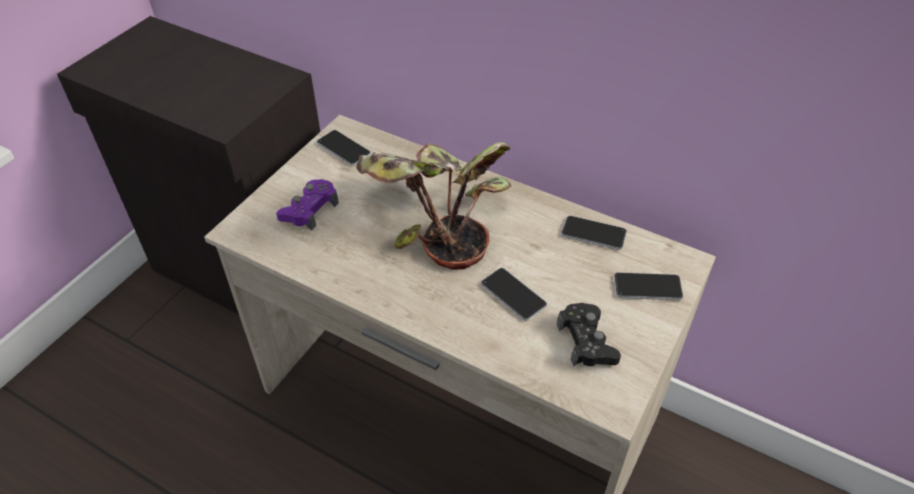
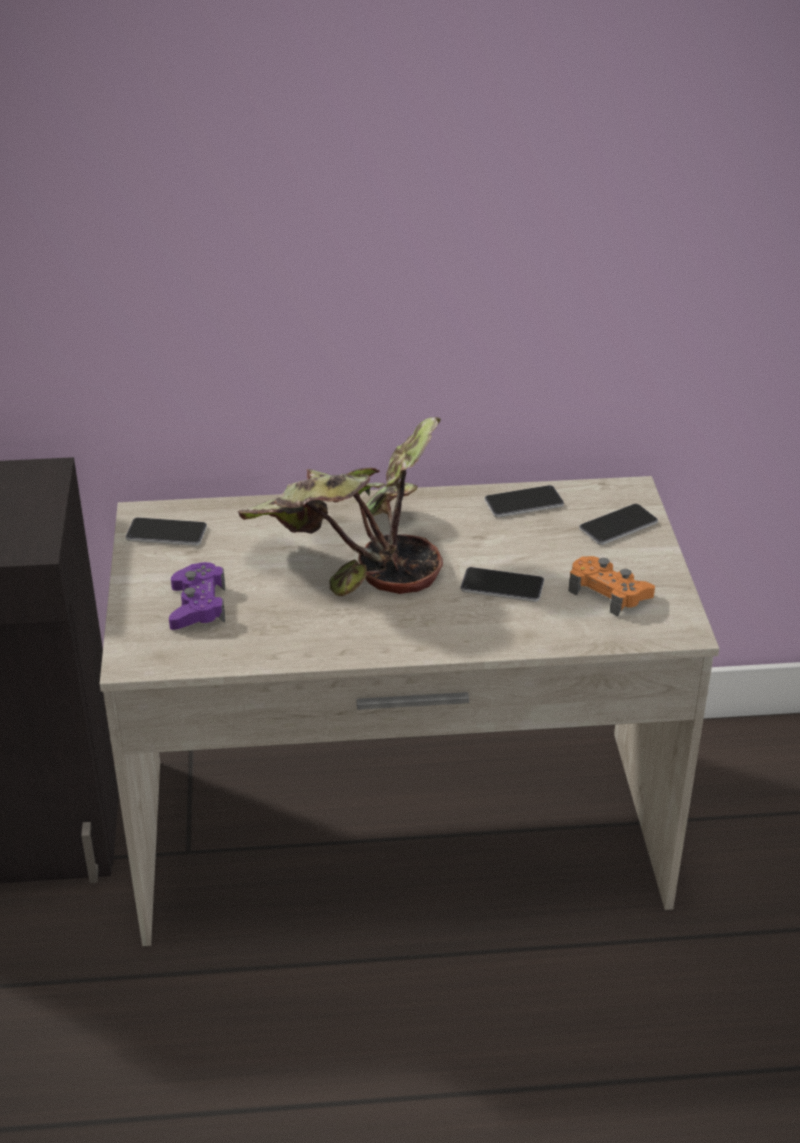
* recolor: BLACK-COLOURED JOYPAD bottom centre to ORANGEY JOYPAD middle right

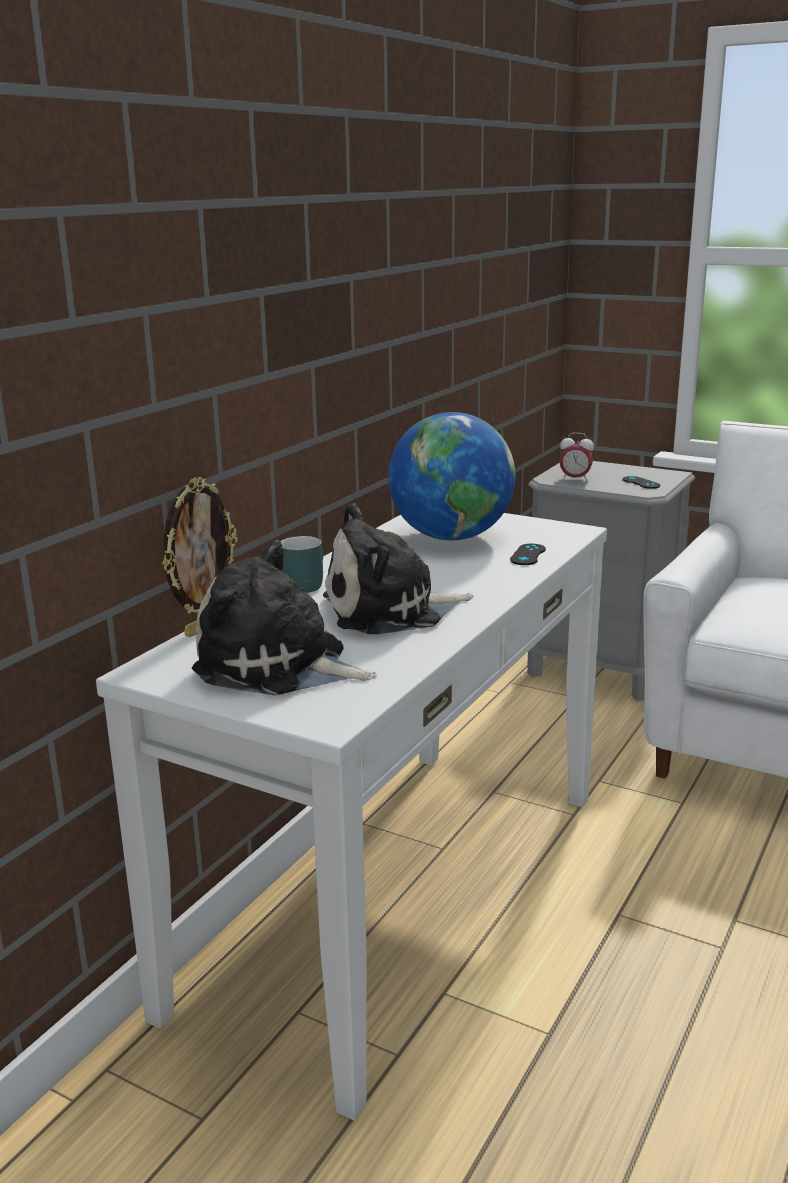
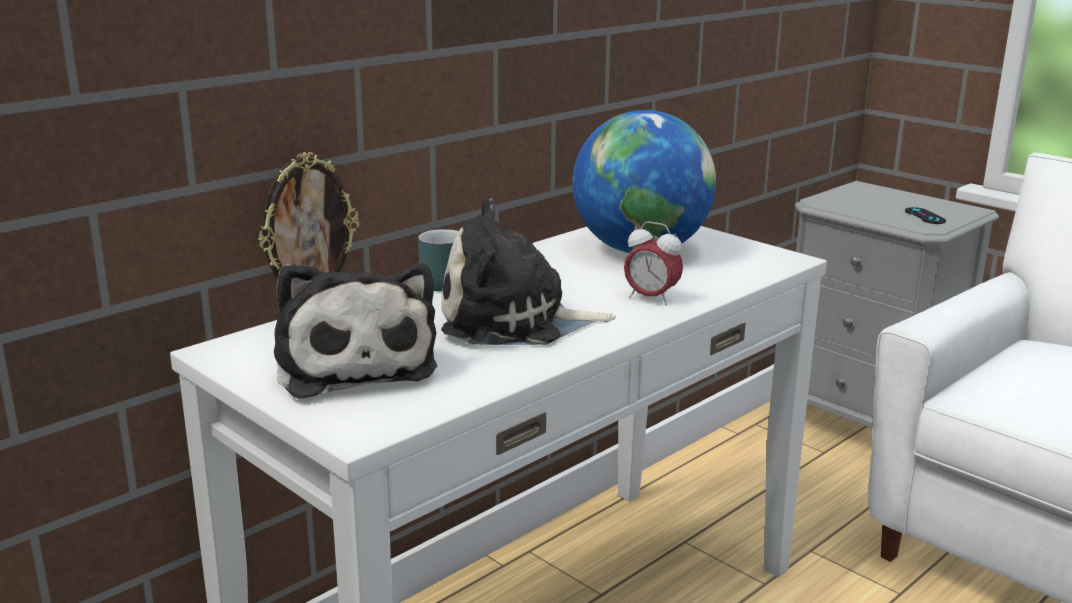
* move: TABLE CLOCK middle right to centre
* rotate: PLUSH TOY (1st from left) centre = middle left 150 degrees counterclockwise
* delete: BLACK-COLOURED JOYPAD (1st from left) middle right

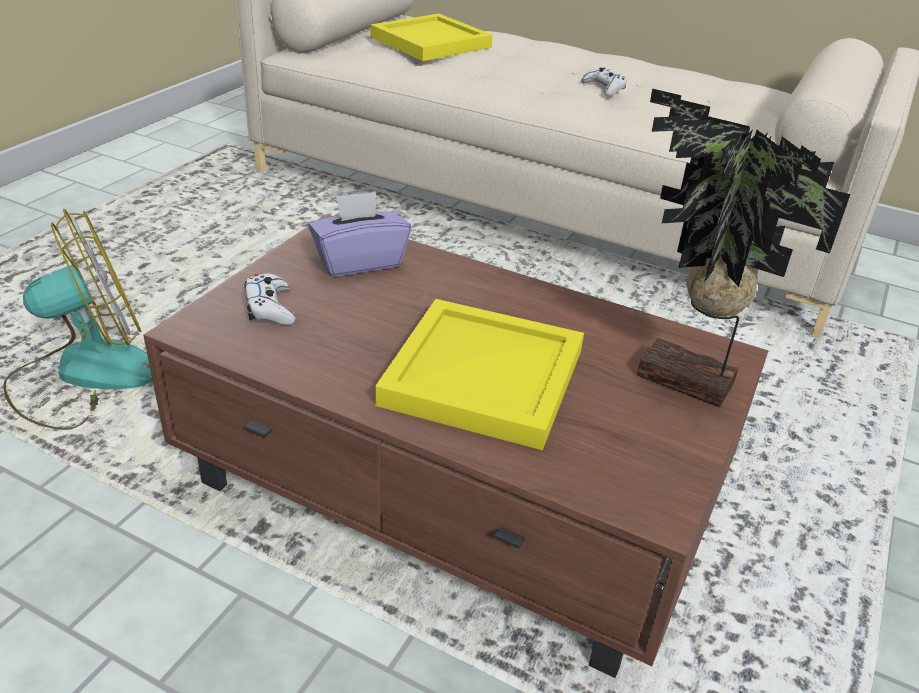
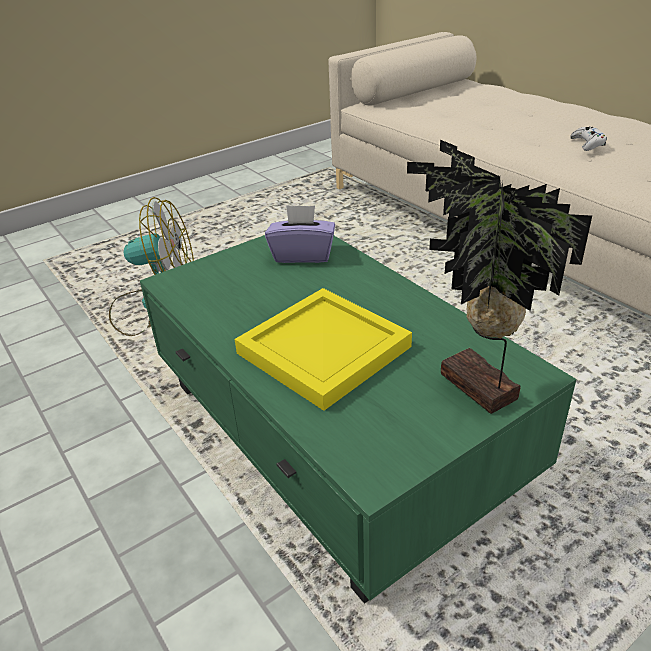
* delete: YELLOW TRAY (1st from left) top centre
* recolor: BROWNISH LOW TABLE centre to GREEN-COLOURED LOW TABLE centre
* delete: WHITISH JOYPAD (1st from left) middle left

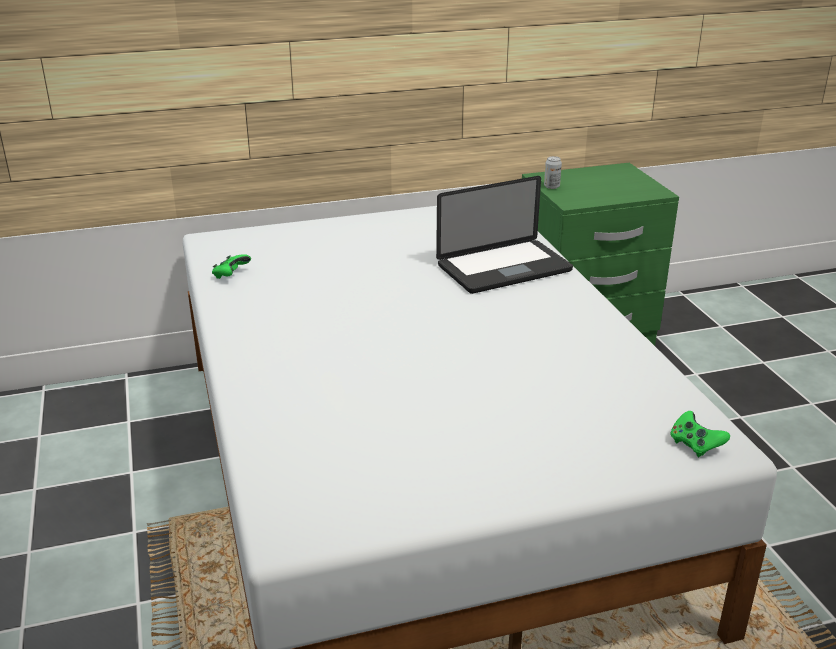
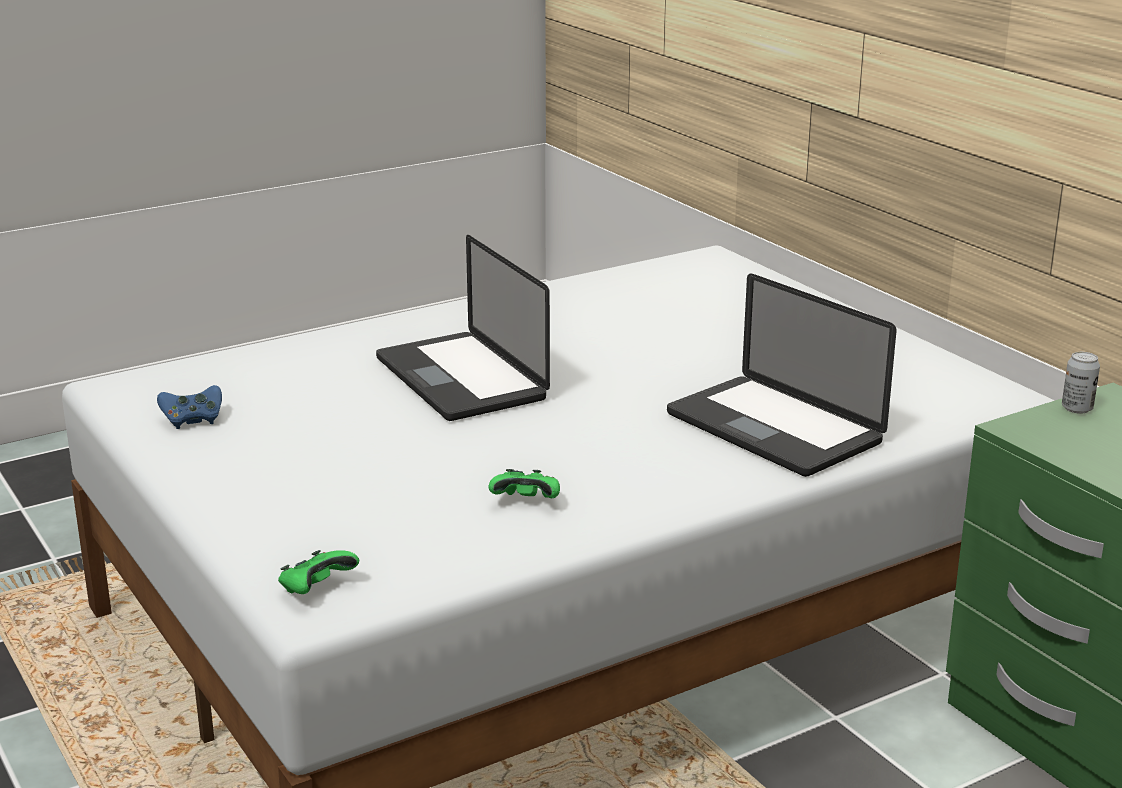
* move: GREEN-COLOURED JOYPAD (1st from left in the first image) middle left to GREEN-COLOURED JOYPAD (2nd from left) centre
* insert: NOTEBOOK COMPUTER (1st from left) centre
* insert: BLUE JOYPAD middle left

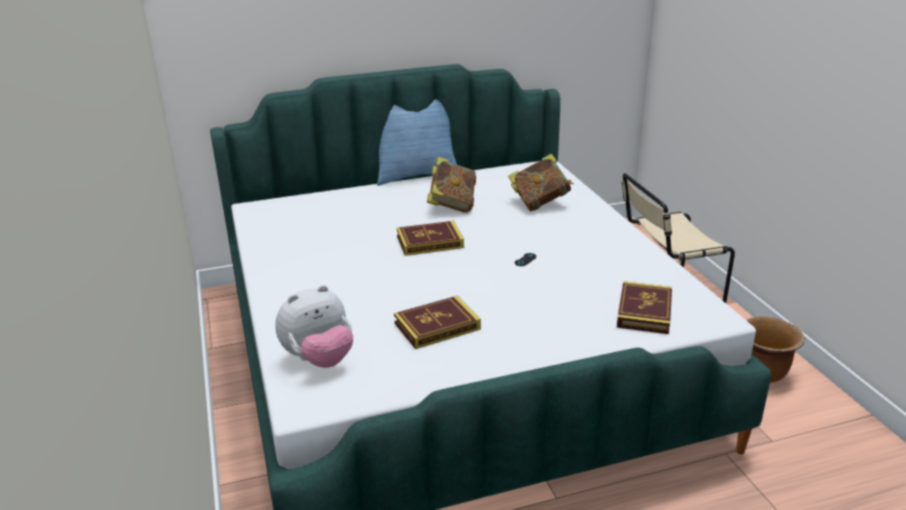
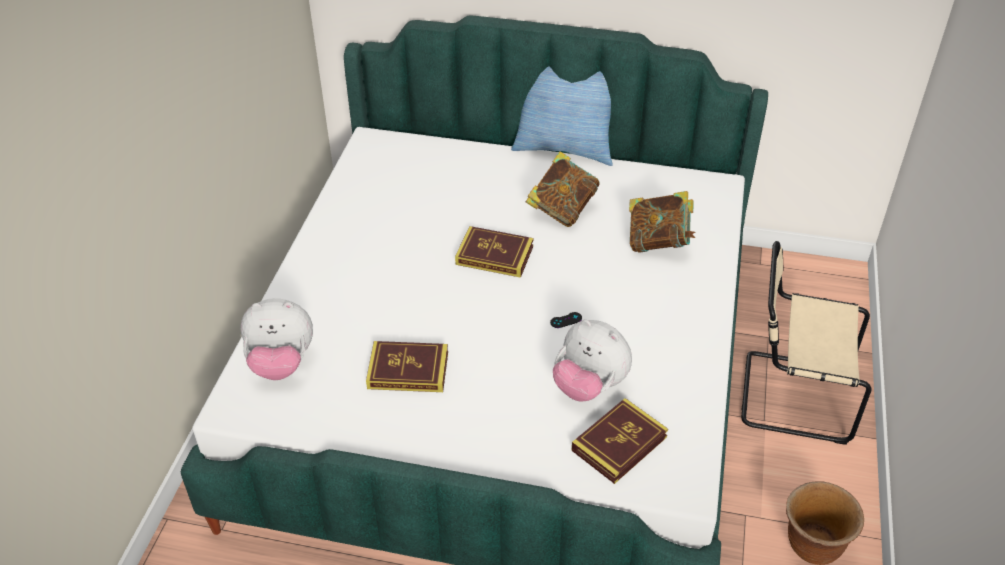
* insert: PLUSH TOY (2nd from left) centre

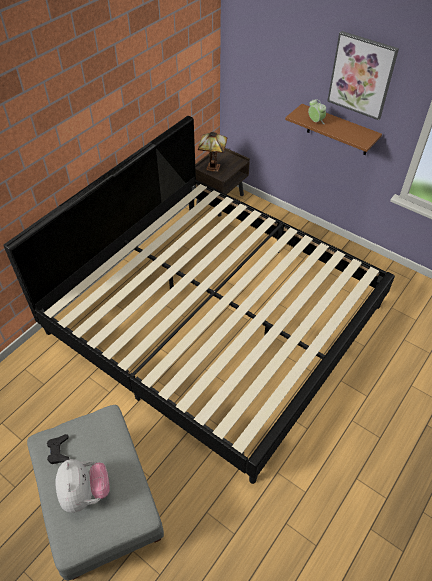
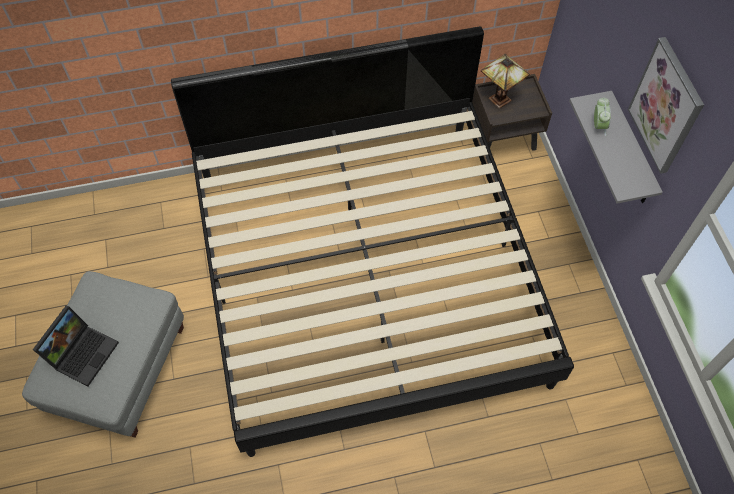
* recolor: BROWNISH WALL SHELF top right to GRAY WALL SHELF top right
* delete: BLACK-COLOURED JOYPAD bottom left
* replace: PLUSH TOY bottom left to NOTEBOOK COMPUTER bottom left

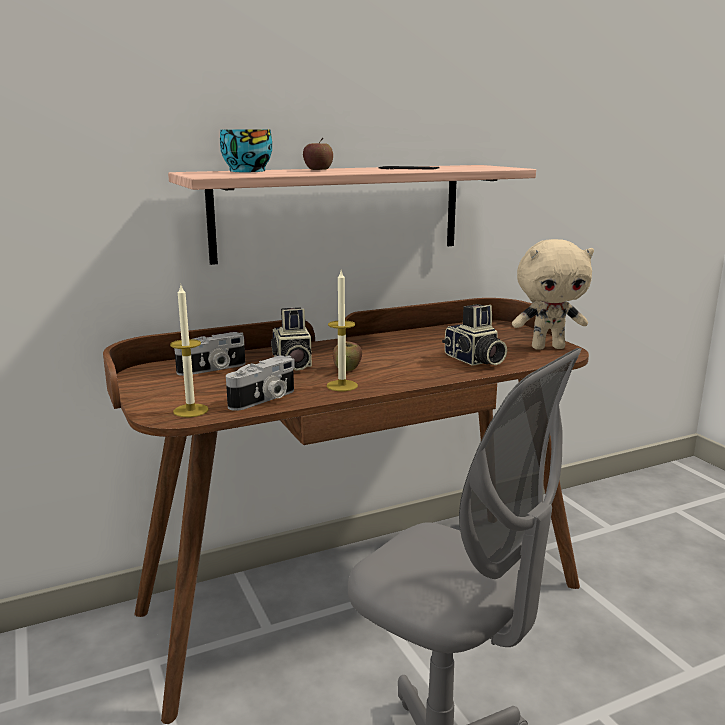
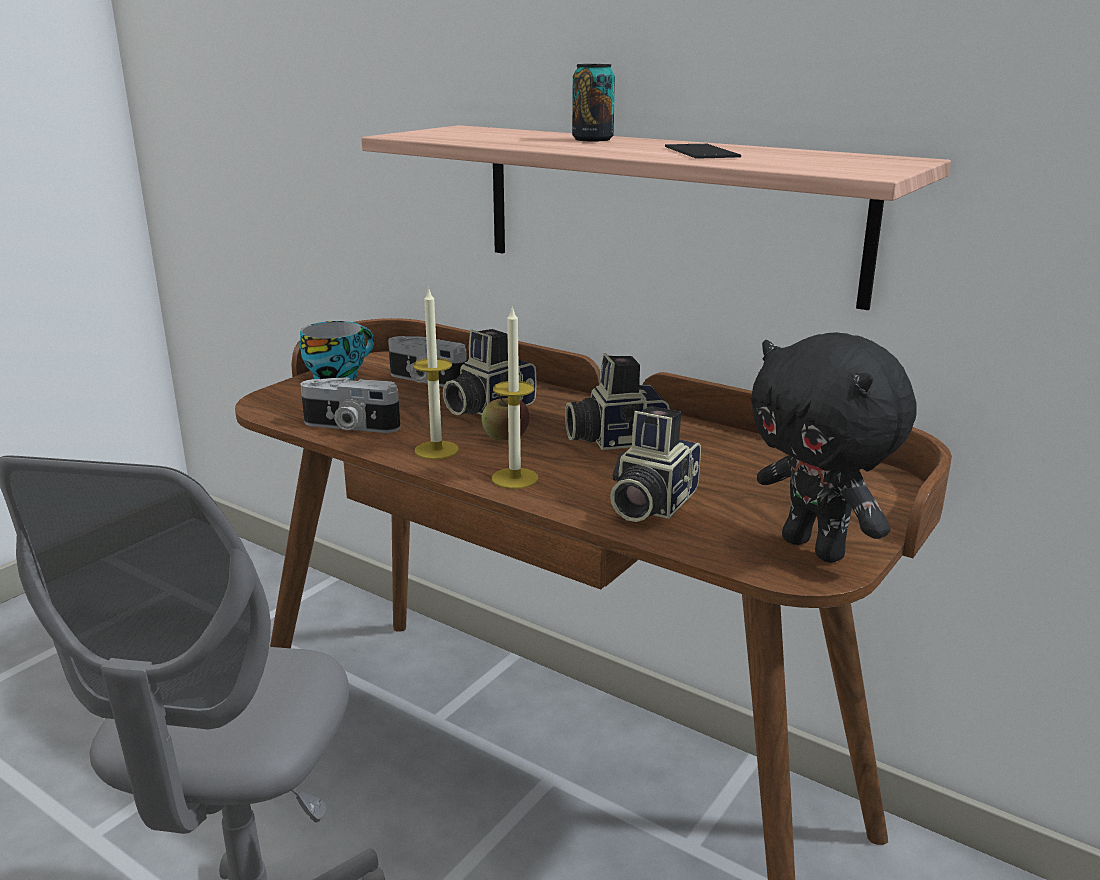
* move: CUP top centre to middle left
* replace: APPLE (1st from left) top centre to CAN top centre
* recolor: BEIGE-COLOURED PLUSH TOY middle right to BLACK-COLOURED PLUSH TOY middle right
* move: WAX CANDLE (1st from left in the first image) middle left to WAX CANDLE (2nd from left) centre
* insert: PHOTO CAMERA (4th from left) centre

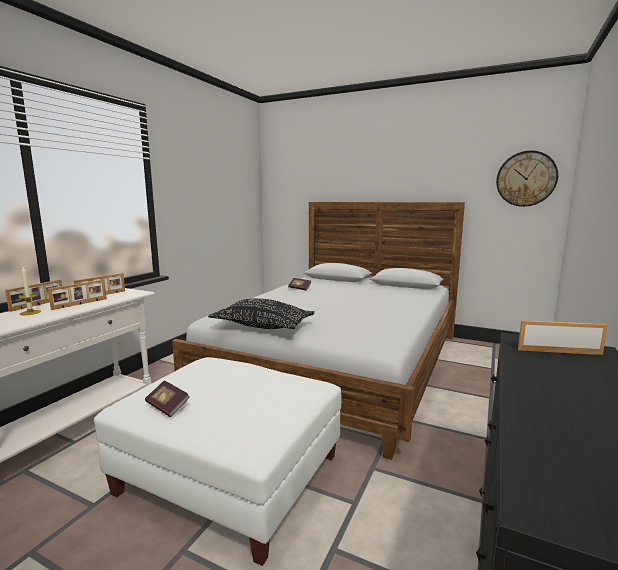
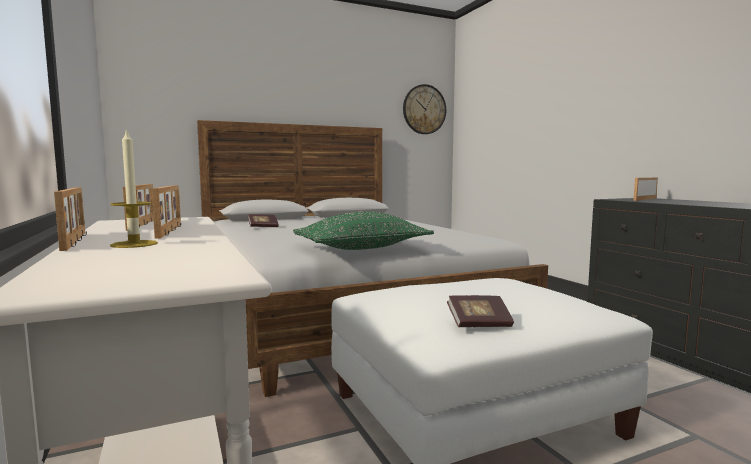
* recolor: BLACK-COLOURED THROW PILLOW centre to GREEN-COLOURED THROW PILLOW centre

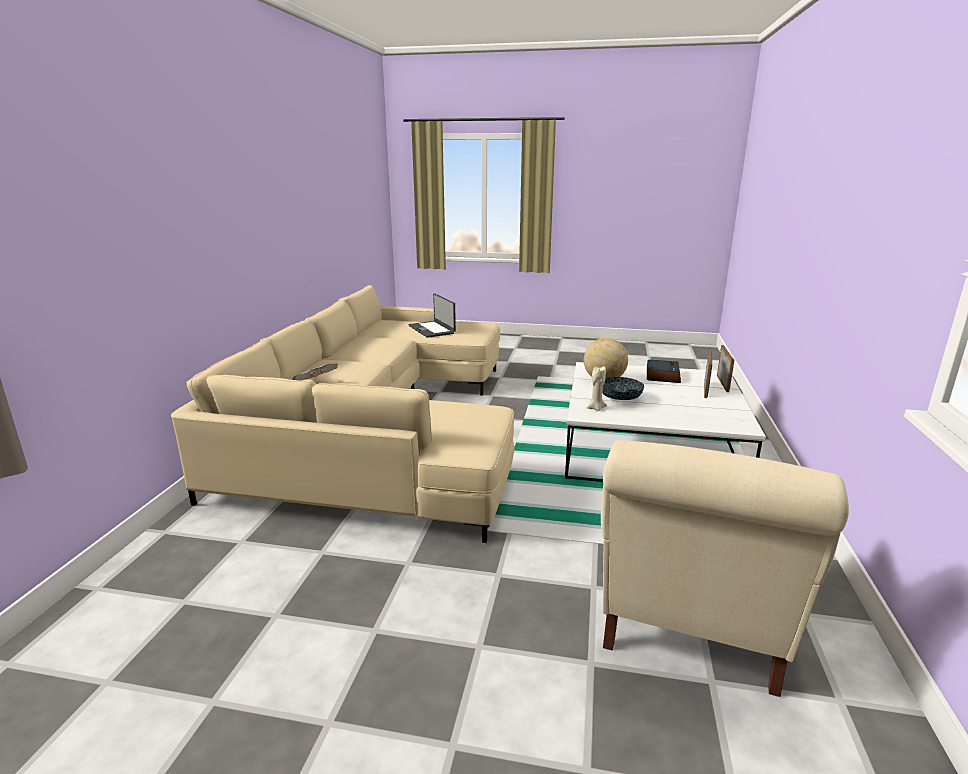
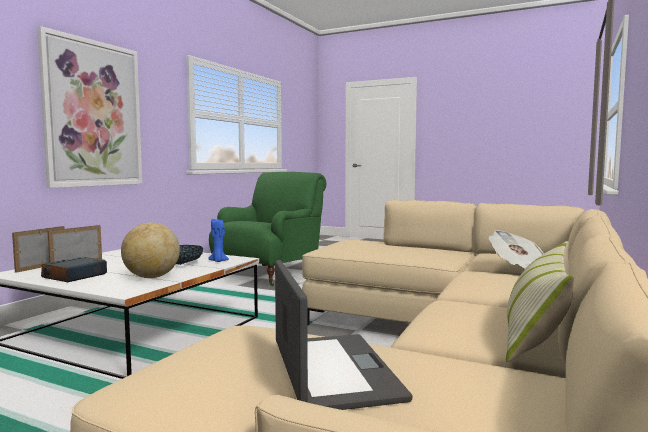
* recolor: BEIGE-COLOURED WAX CANDLE centre to BLUE WAX CANDLE centre
* recolor: BEIGE-COLOURED LOUNGE CHAIR bottom right to GREEN-COLOURED LOUNGE CHAIR centre
* insert: WALL PICTURE top left
* insert: THROW PILLOW bottom right

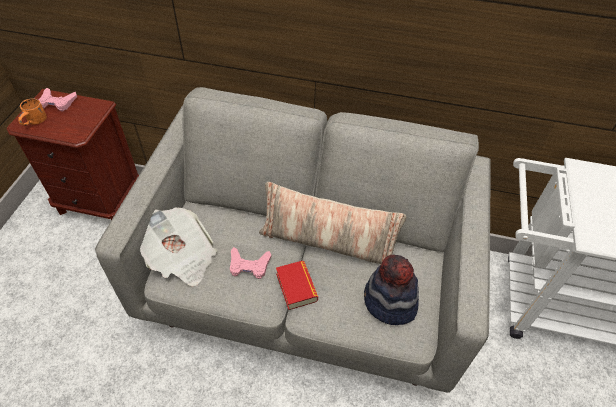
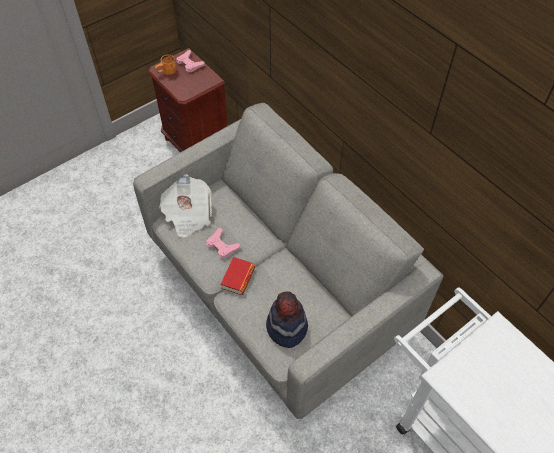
* delete: THROW PILLOW centre

